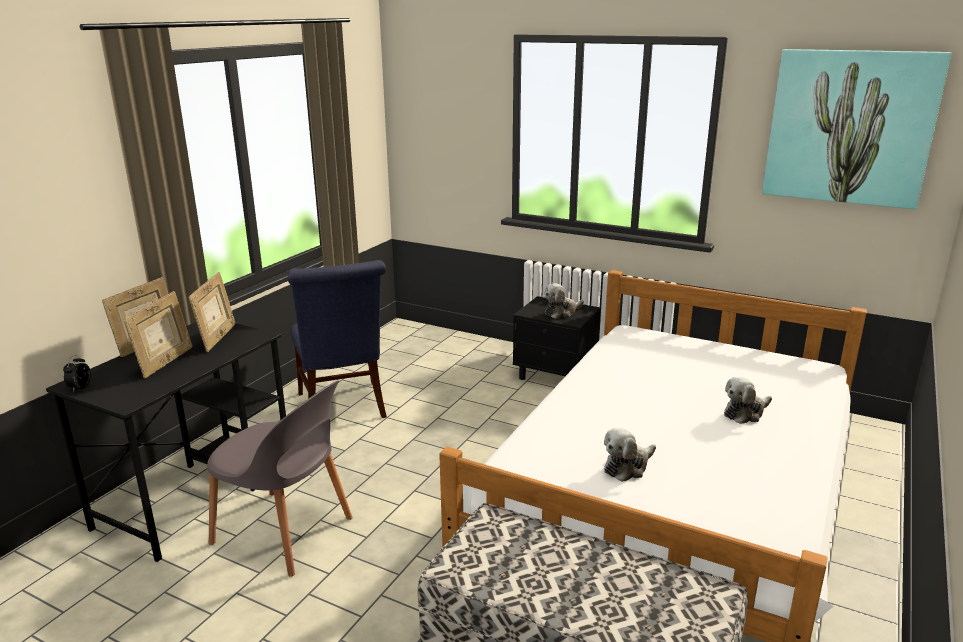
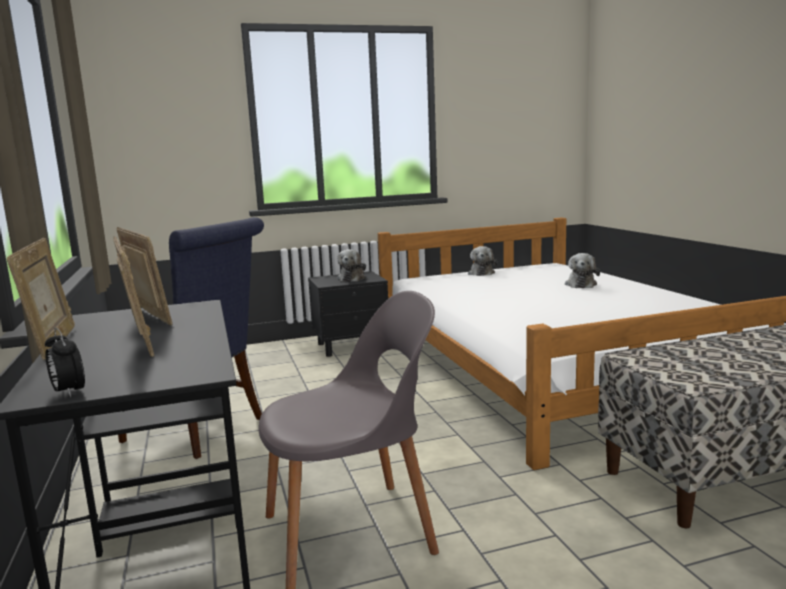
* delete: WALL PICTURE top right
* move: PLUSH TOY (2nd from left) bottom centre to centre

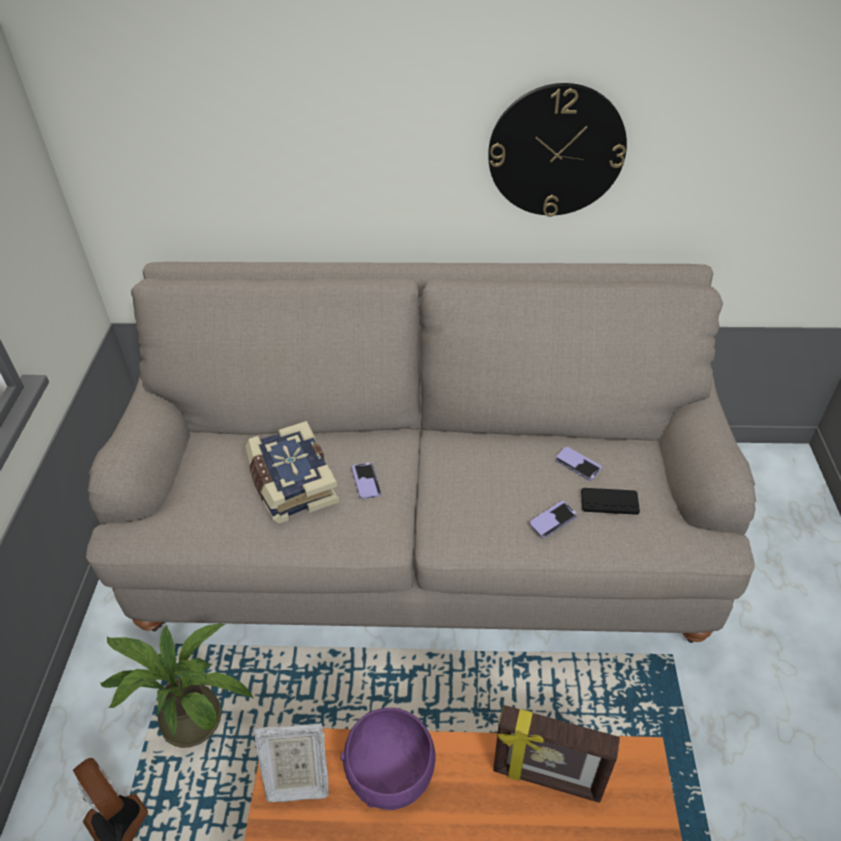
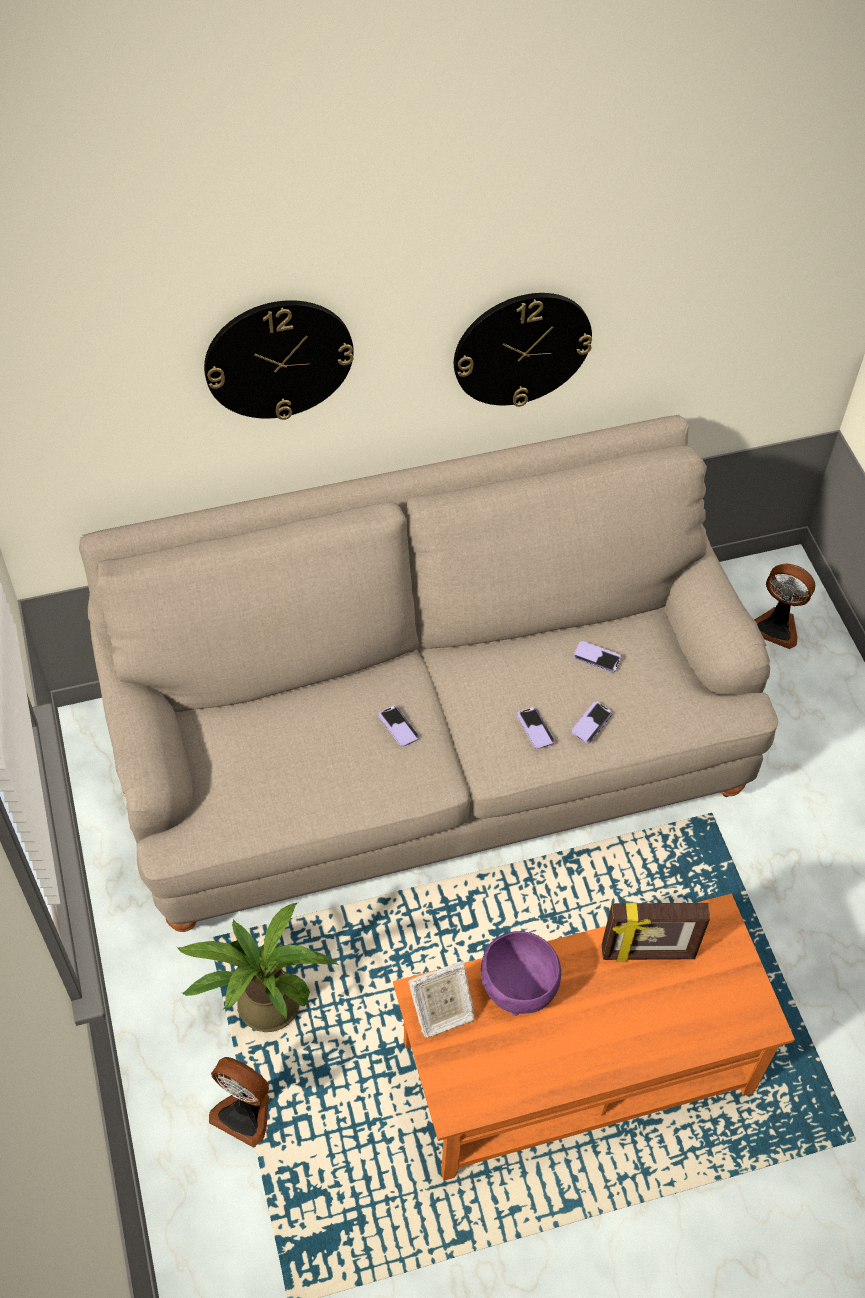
* delete: BOUND BOOK centre
* delete: BLACK-COLOURED JOYPAD middle right
* insert: CLOCK ON THE WALL (1st from left) top left
* insert: ELECTRIC FAN (2nd from left) middle right
* insert: TELEPHONE (2nd from left) centre

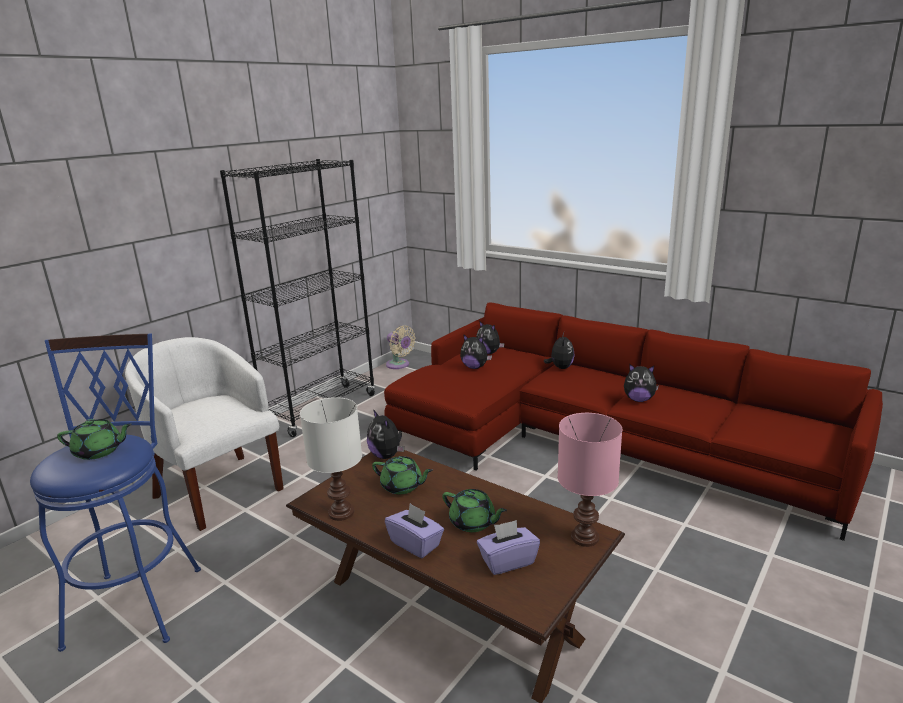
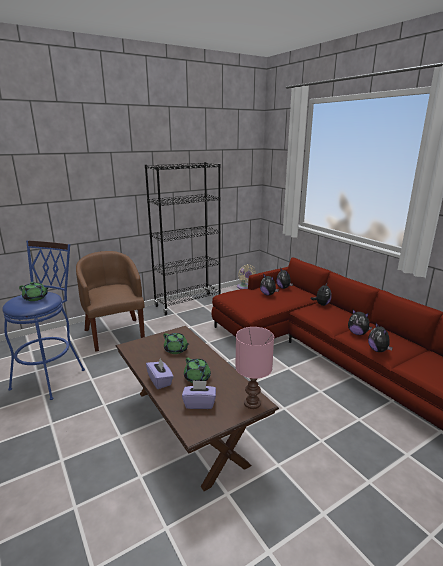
* recolor: WHITISH LOUNGE CHAIR middle left to BROWNISH LOUNGE CHAIR middle left
* delete: WHITISH TABLE LAMP centre
* move: PLUSH TOY (1st from left in the first image) centre to PLUSH TOY (5th from left) middle right

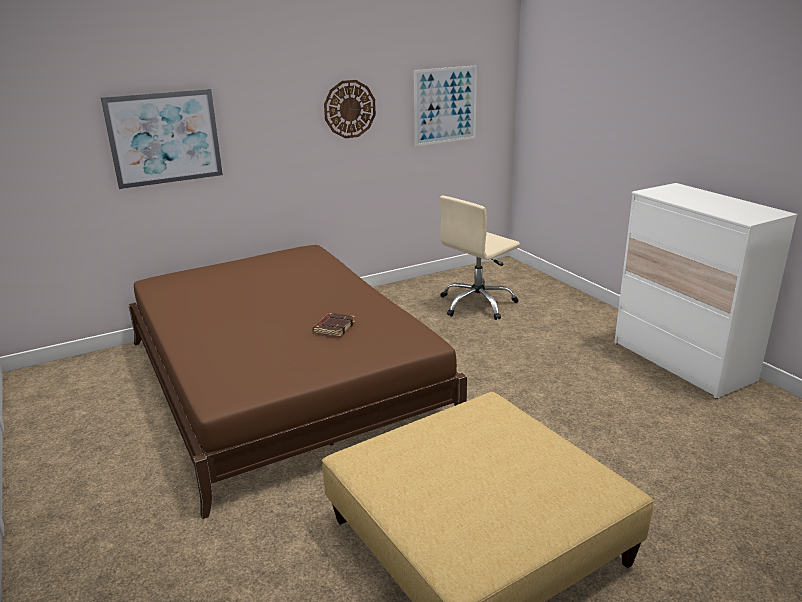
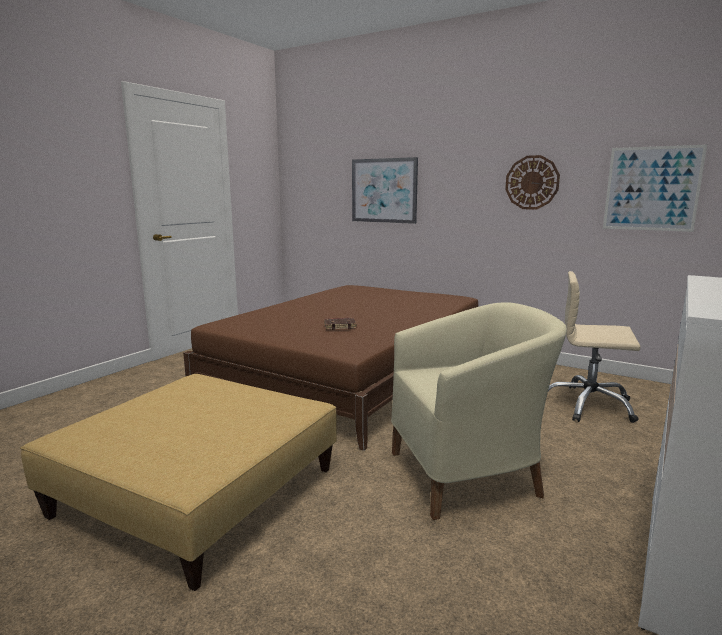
* insert: BEIGE-COLOURED LOUNGE CHAIR centre

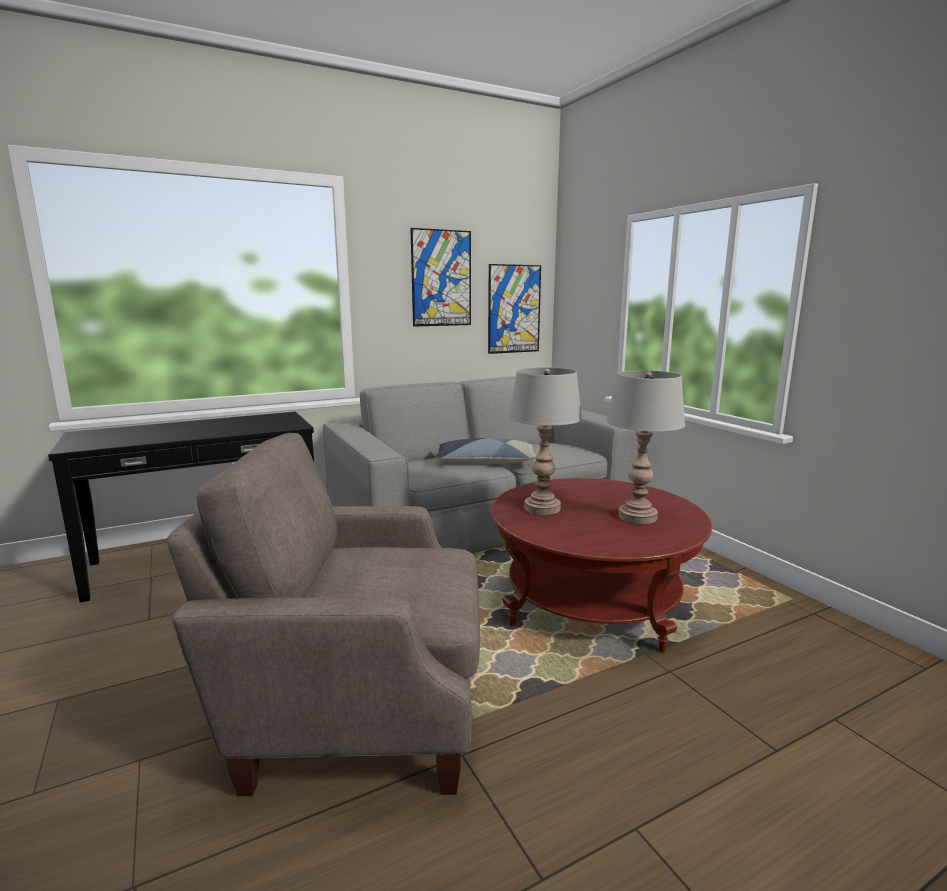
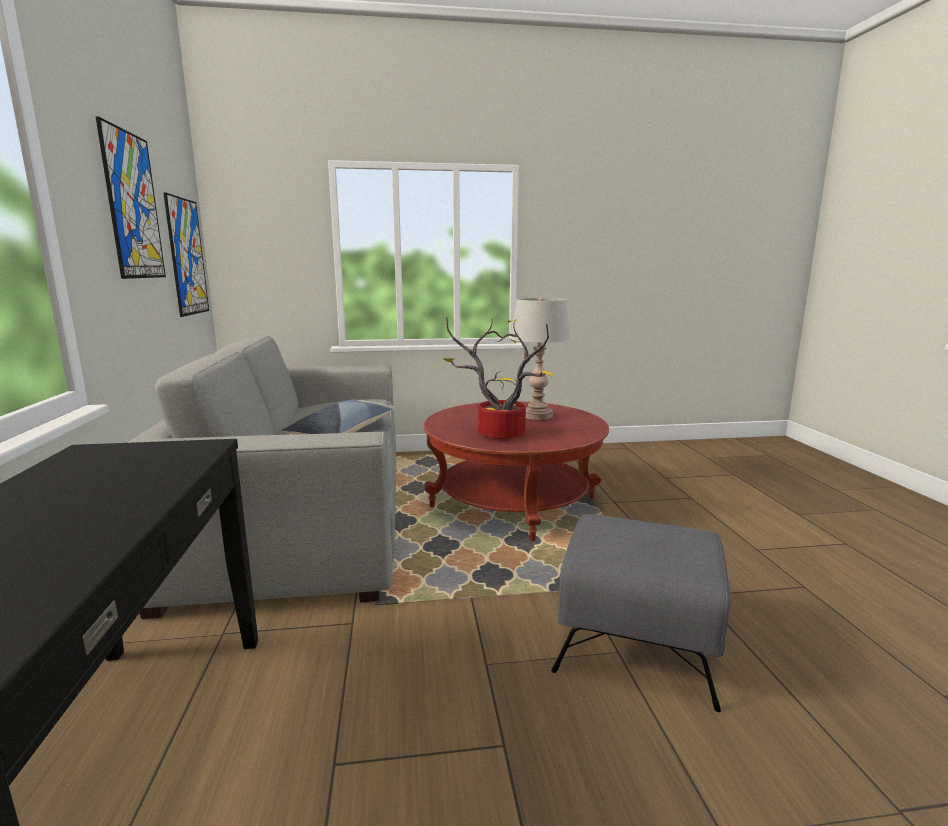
* replace: GRAY TABLE LAMP (1st from left) centre to HOUSEPLANT centre
* replace: BEIGE-COLOURED LOUNGE CHAIR bottom centre to GRAY OTTOMAN bottom right

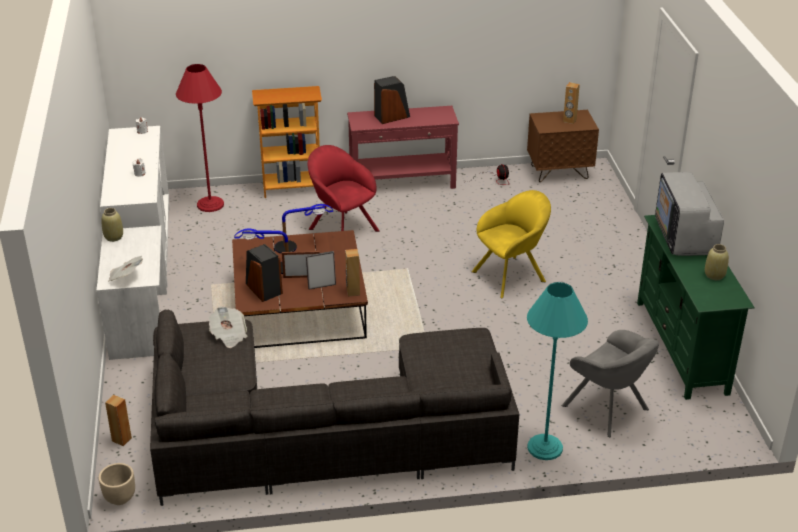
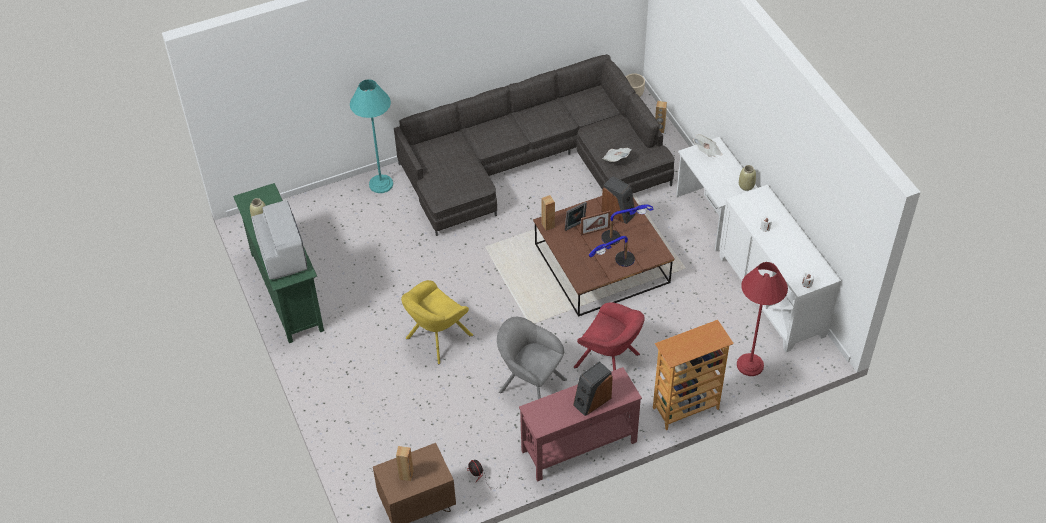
* move: GRAY LOUNGE CHAIR bottom right to bottom centre

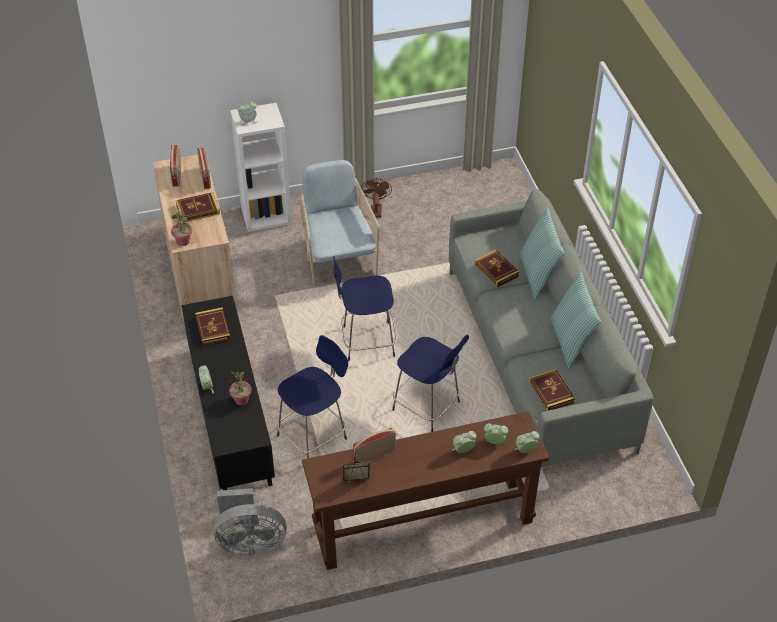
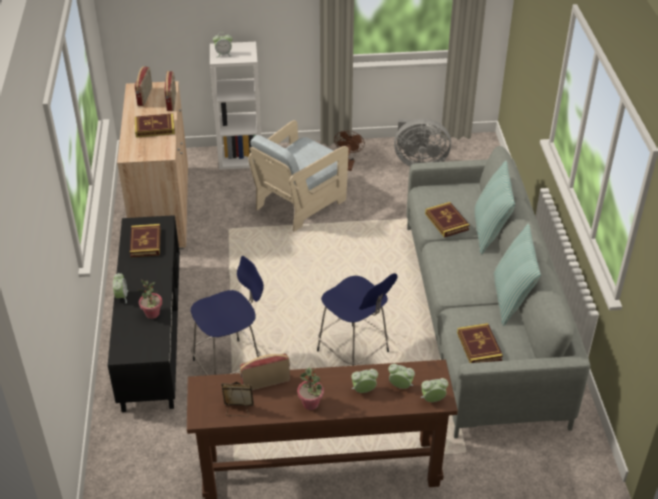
* rotate: BEIGE-COLOURED LOUNGE CHAIR centre = centre 135 degrees counterclockwise
* move: HOUSEPLANT (1st from left in the first image) middle left to HOUSEPLANT (2nd from left) bottom centre
* delete: BLUE SITTING STOOL (2nd from left) centre
* move: GRAY ELECTRIC FAN bottom left to top centre

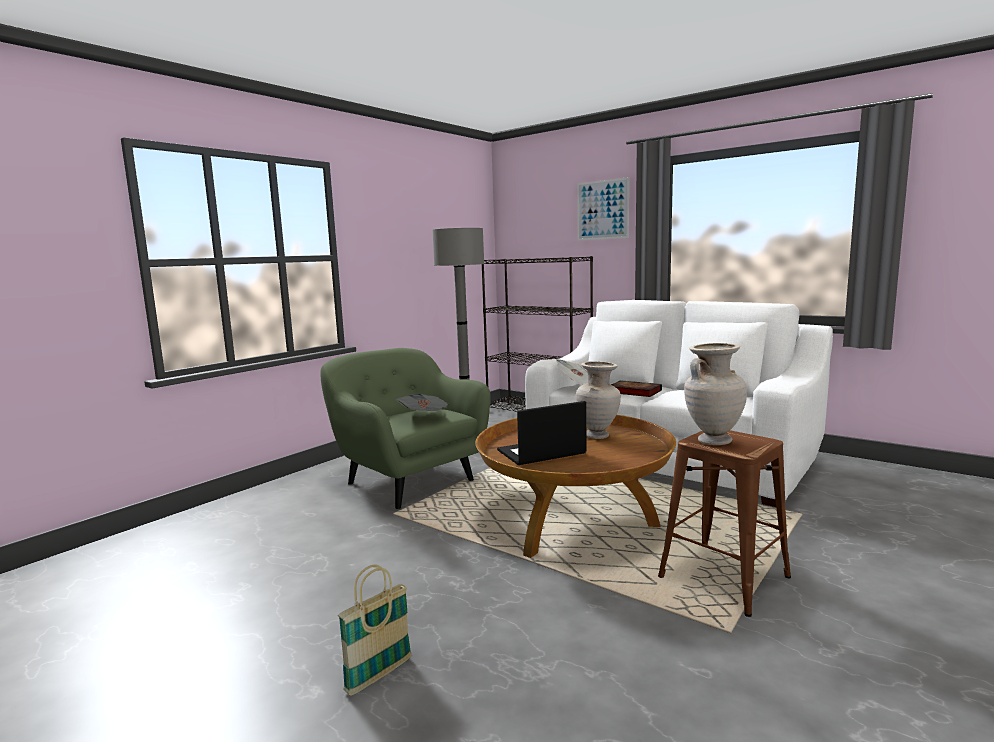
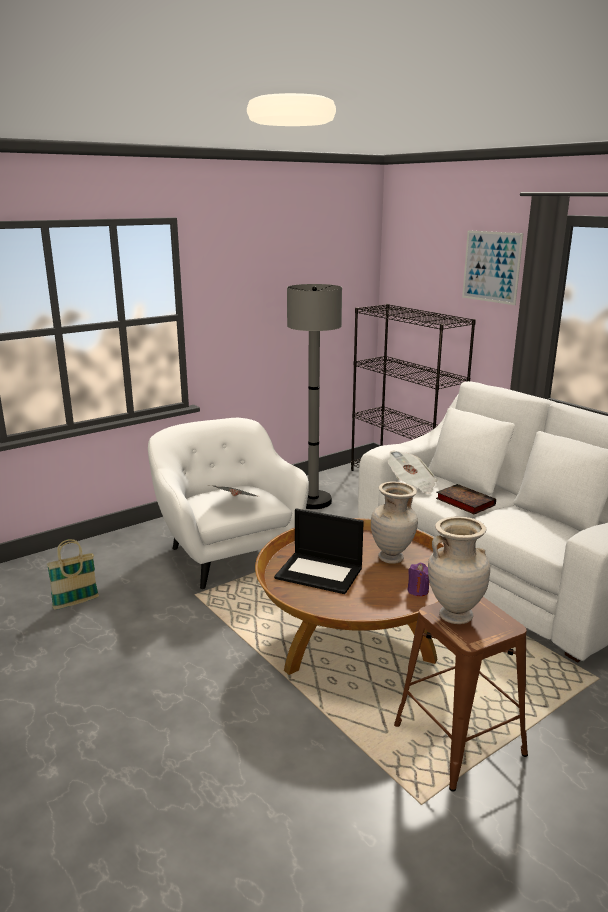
* recolor: GREEN-COLOURED LOUNGE CHAIR centre to WHITISH LOUNGE CHAIR centre
* rotate: NOTEBOOK COMPUTER centre = centre 150 degrees counterclockwise
* move: STORAGE BASKET bottom centre to middle left
* insert: PURPLE WAX CANDLE middle right

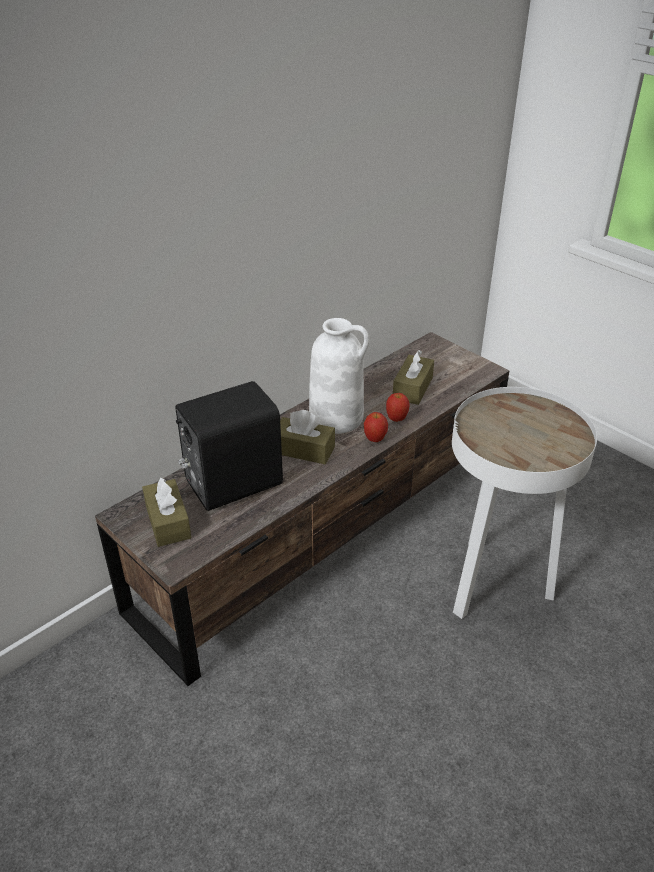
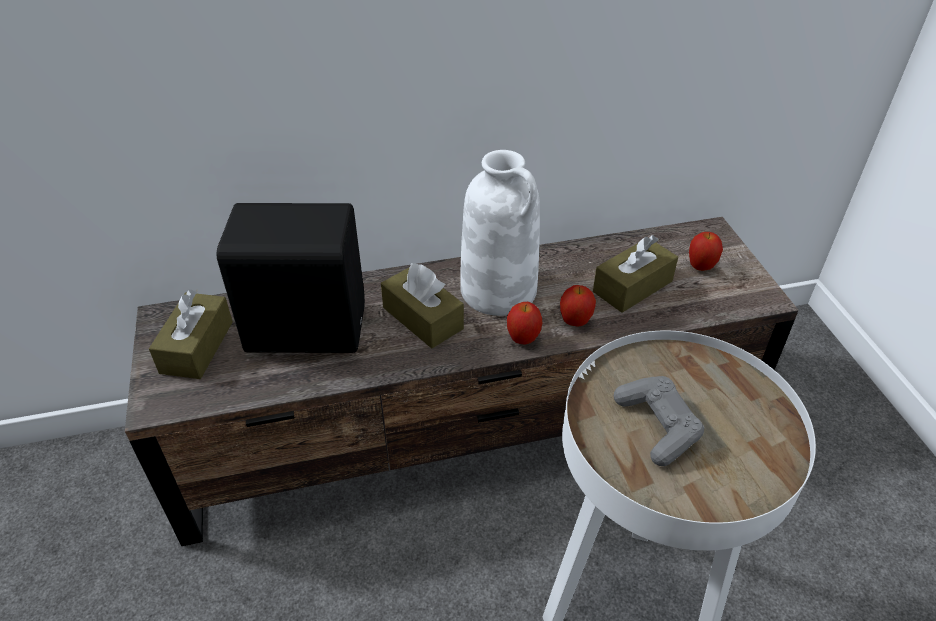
* insert: APPLE (3rd from left) middle right
* insert: GRAY JOYPAD bottom right

